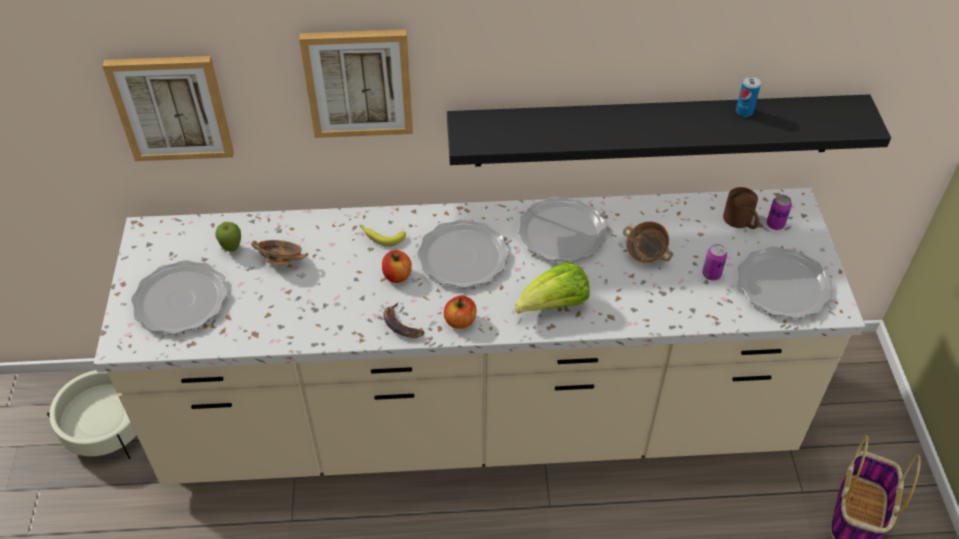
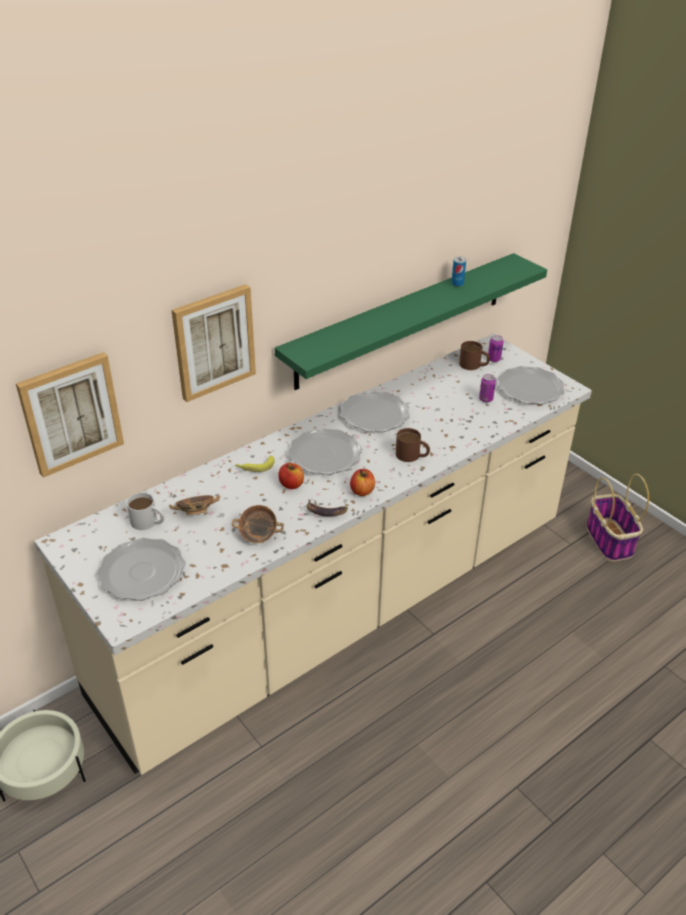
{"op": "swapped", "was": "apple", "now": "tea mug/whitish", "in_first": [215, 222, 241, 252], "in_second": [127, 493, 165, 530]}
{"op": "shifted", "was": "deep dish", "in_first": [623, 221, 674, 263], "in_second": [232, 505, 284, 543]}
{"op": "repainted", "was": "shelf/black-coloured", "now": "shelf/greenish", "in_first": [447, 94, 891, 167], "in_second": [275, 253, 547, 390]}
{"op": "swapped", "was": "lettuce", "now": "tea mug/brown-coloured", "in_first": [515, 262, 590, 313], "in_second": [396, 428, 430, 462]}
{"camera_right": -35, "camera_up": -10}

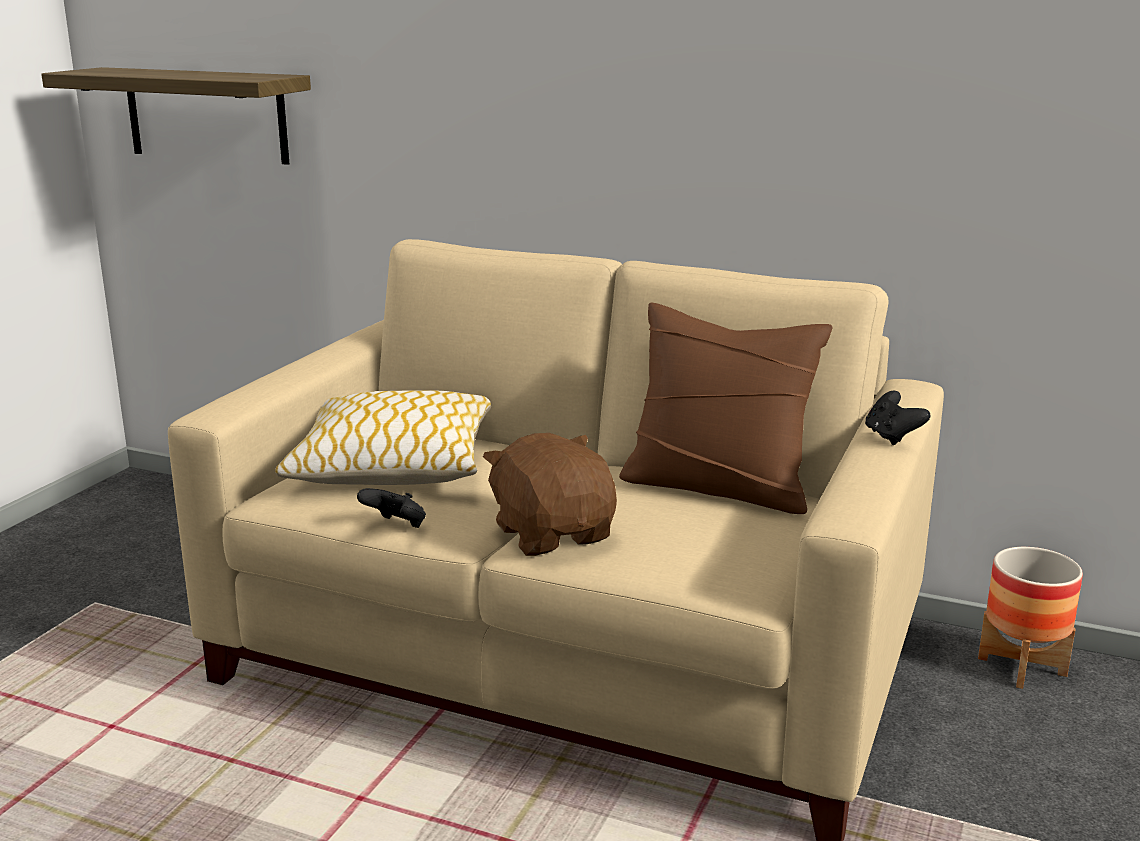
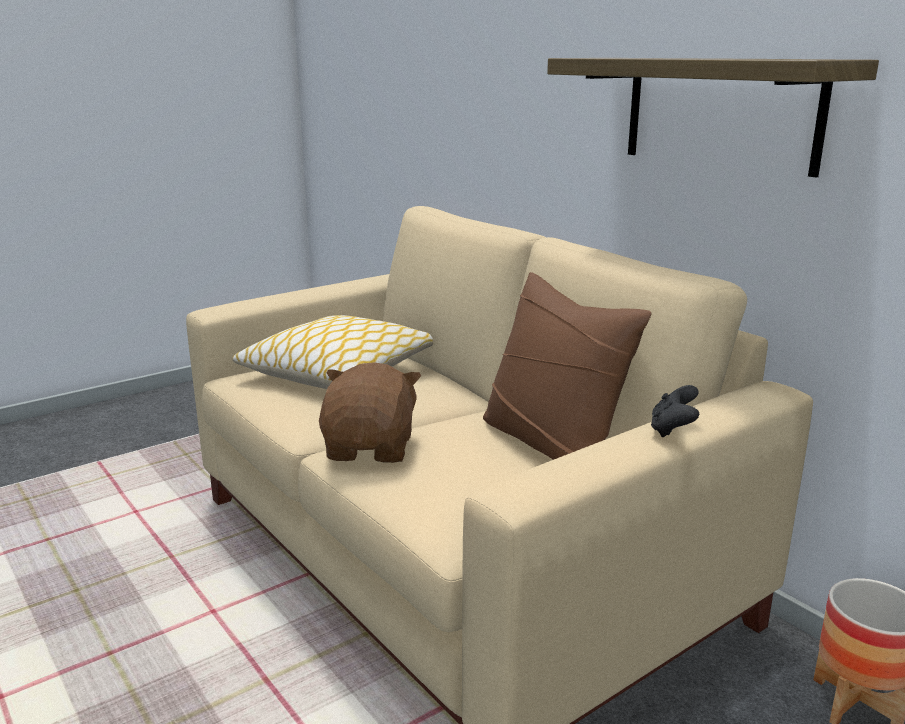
{"op": "shifted", "was": "shelf", "in_first": [41, 67, 311, 165], "in_second": [547, 58, 879, 178]}
{"op": "gone", "was": "gamepad/black-coloured", "in_first": [357, 488, 426, 528]}
{"camera_right": 30, "camera_up": 0}

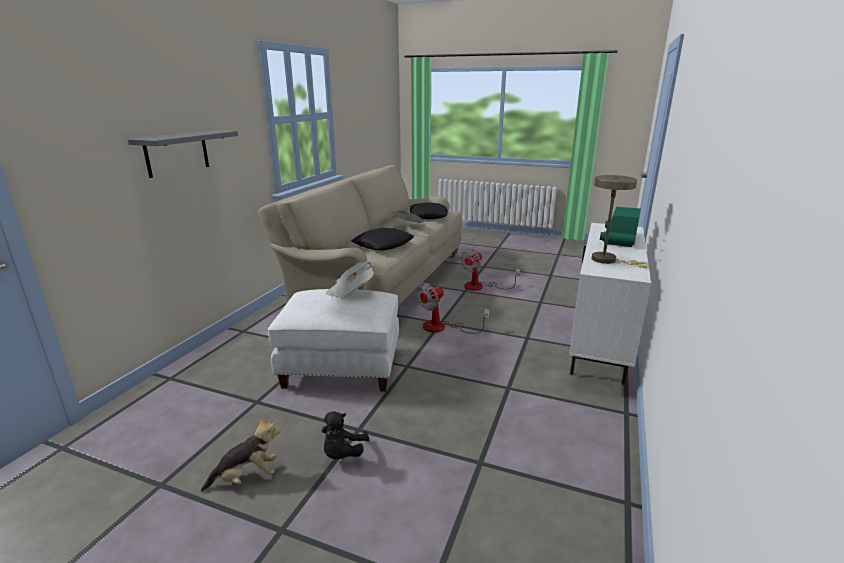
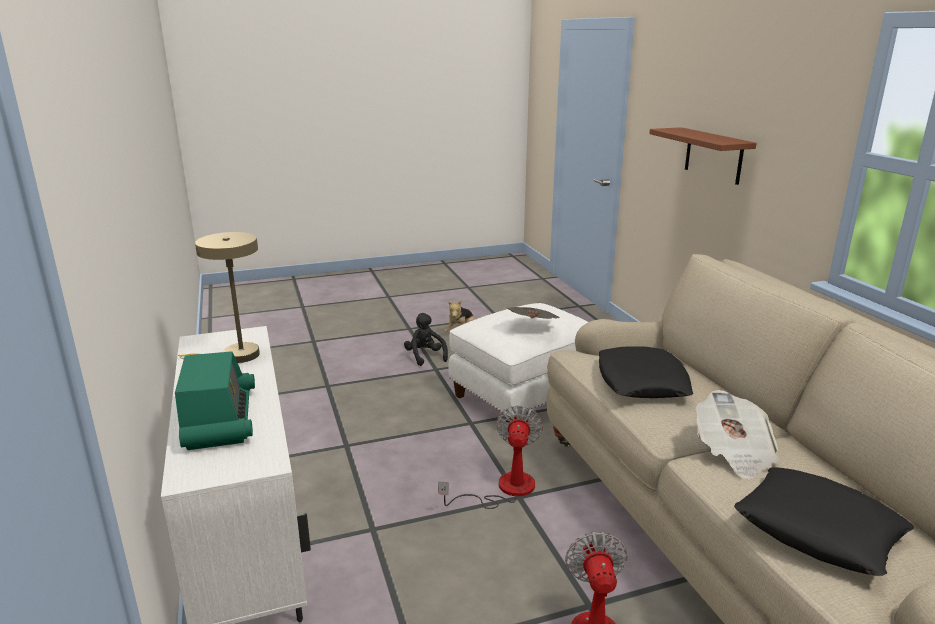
{"op": "repainted", "was": "shelf/gray", "now": "shelf/brown-coloured", "in_first": [128, 130, 238, 178], "in_second": [649, 127, 757, 185]}
{"camera_right": 140, "camera_up": 0}

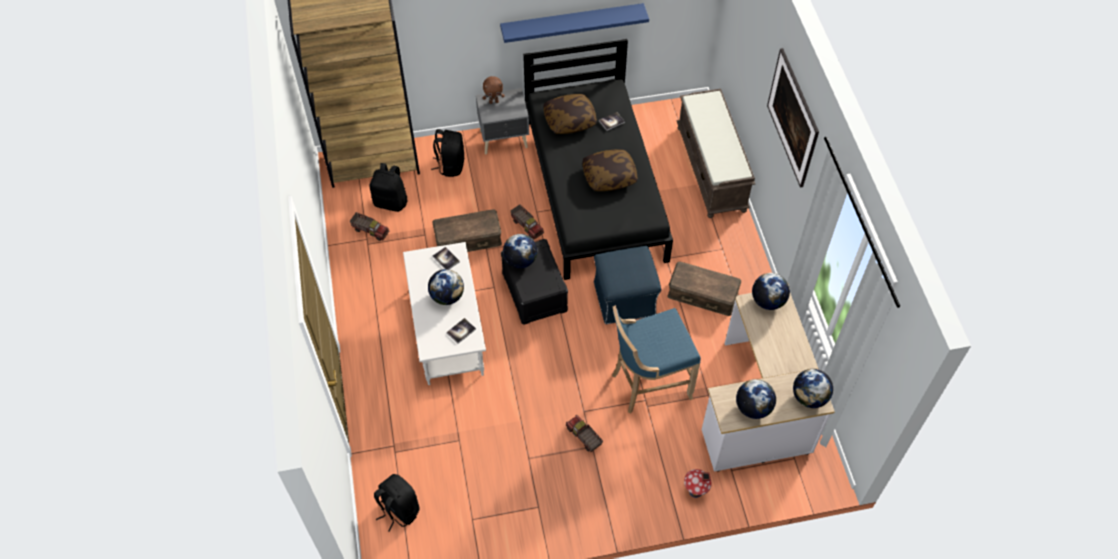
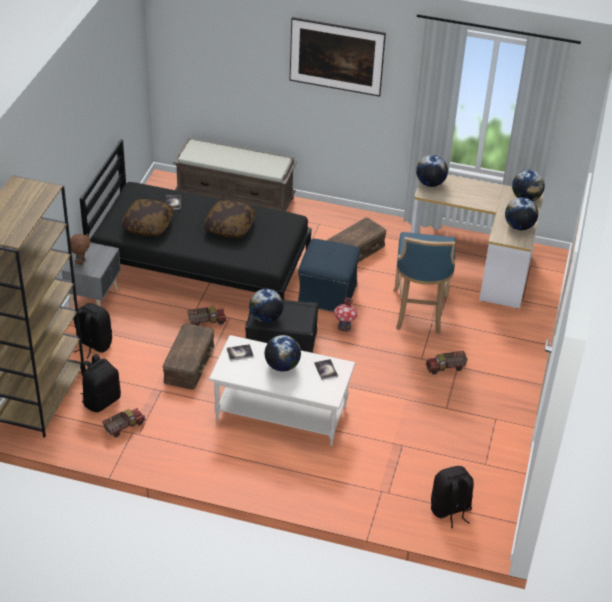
{"op": "shifted", "was": "toy house", "in_first": [684, 469, 712, 498], "in_second": [334, 298, 358, 332]}
{"op": "gone", "was": "shelf/blue-coloured", "in_first": [500, 3, 649, 43]}
{"camera_right": -65, "camera_up": -15}

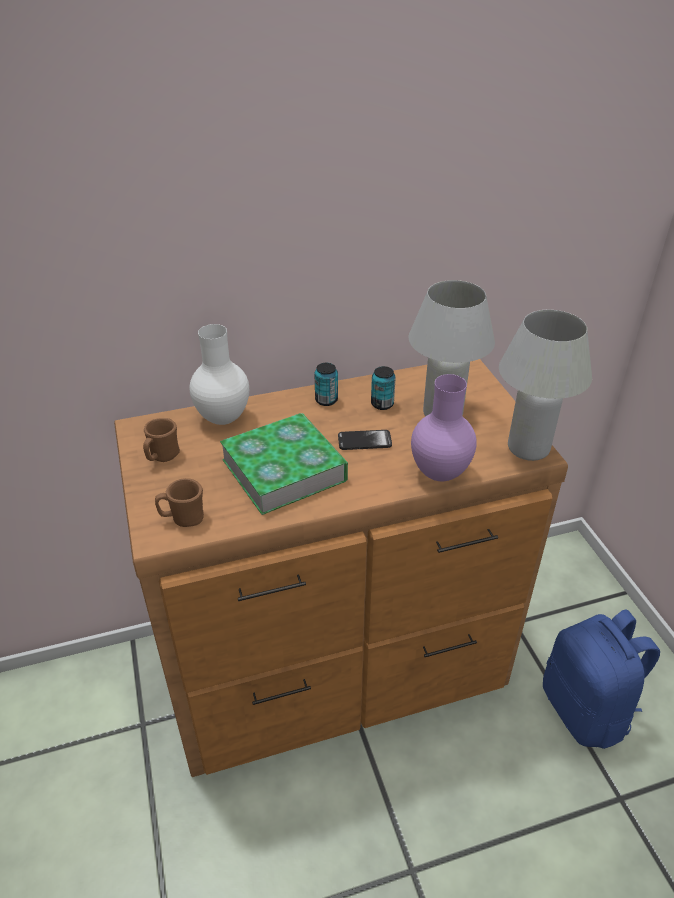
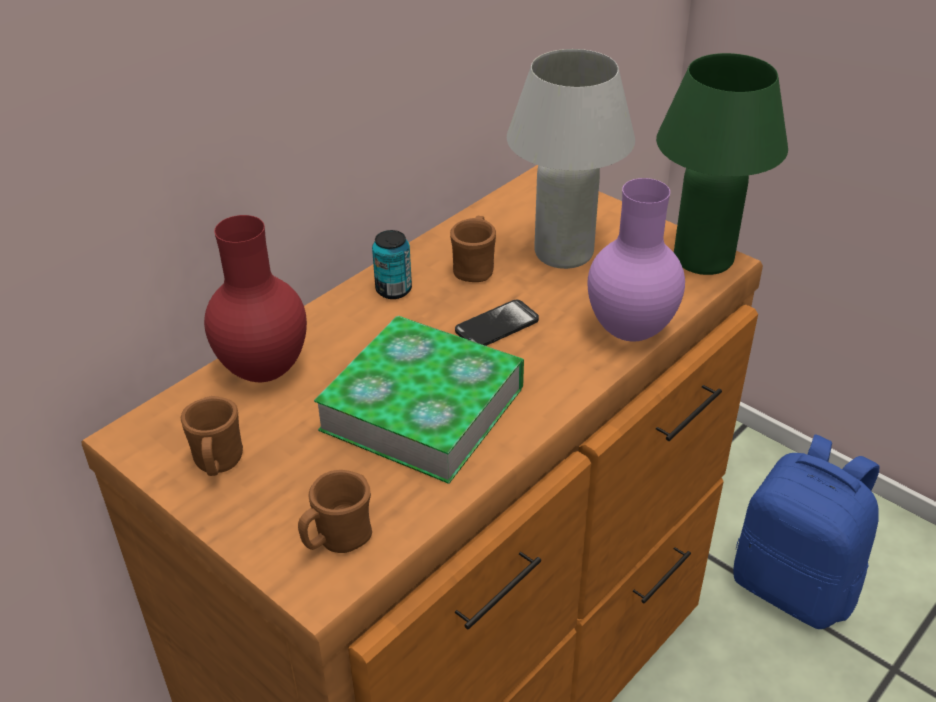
{"op": "repainted", "was": "vase/whitish", "now": "vase/red", "in_first": [189, 324, 249, 425], "in_second": [204, 215, 307, 382]}
{"op": "swapped", "was": "sealed can", "now": "tea mug/brown-coloured", "in_first": [371, 366, 396, 410], "in_second": [450, 216, 496, 282]}
{"op": "repainted", "was": "lamp for a table/whitish", "now": "lamp for a table/greenish", "in_first": [499, 310, 592, 461], "in_second": [656, 53, 788, 275]}
{"camera_right": -30, "camera_up": 0}

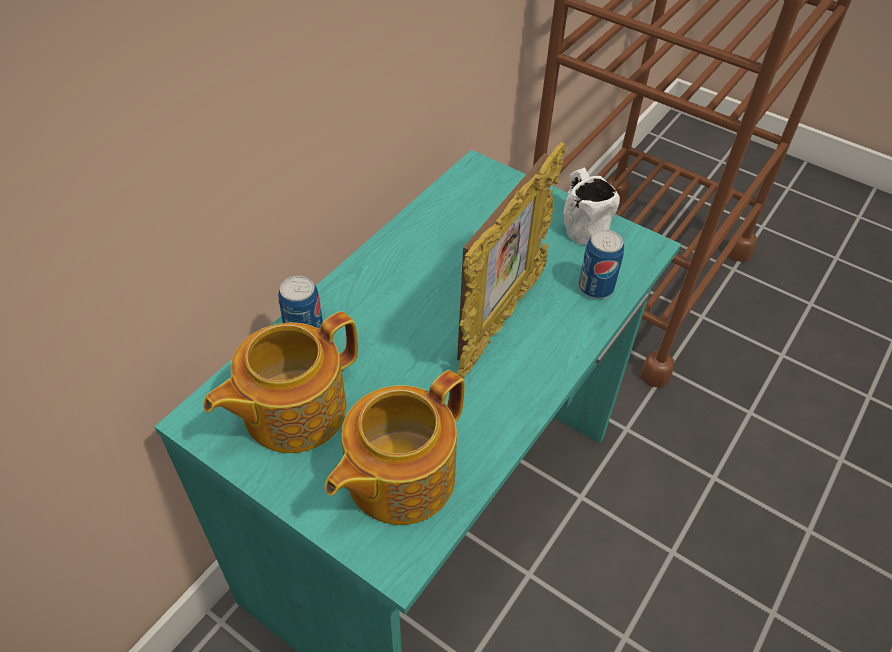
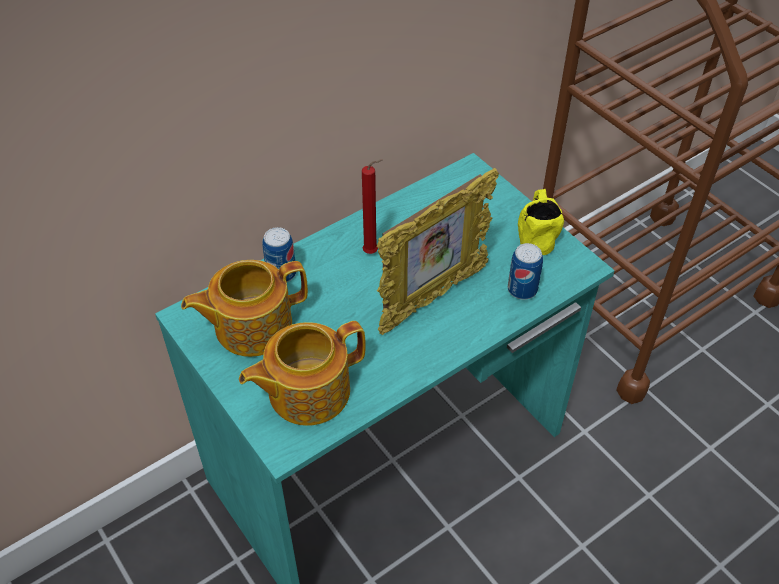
{"op": "new", "now": "wax light/red", "in_second": [362, 159, 382, 254]}
{"op": "repainted", "was": "tea mug/whitish", "now": "tea mug/yellowish", "in_first": [564, 167, 620, 245], "in_second": [518, 189, 564, 255]}
{"camera_right": 20, "camera_up": 0}

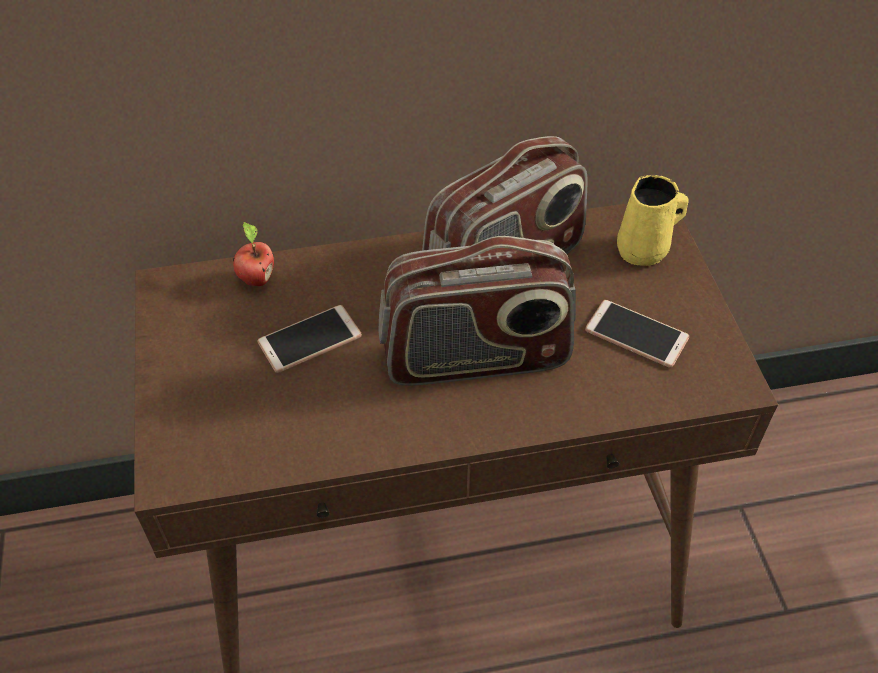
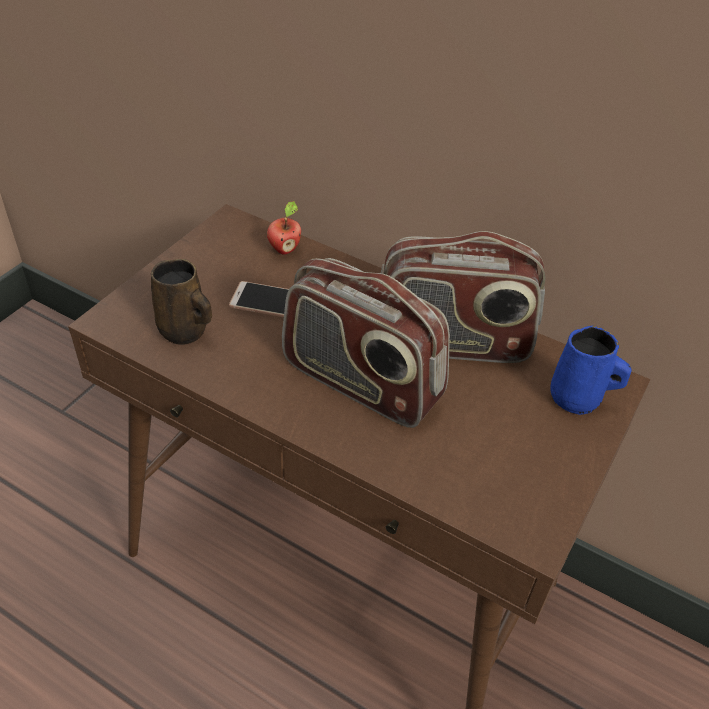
{"op": "new", "now": "tea mug/brown-coloured", "in_second": [151, 259, 212, 345]}
{"op": "repainted", "was": "tea mug/yellowish", "now": "tea mug/blue-coloured", "in_first": [617, 175, 689, 266], "in_second": [550, 326, 631, 415]}
{"op": "gone", "was": "handset", "in_first": [585, 300, 689, 368]}
{"camera_right": 40, "camera_up": -5}

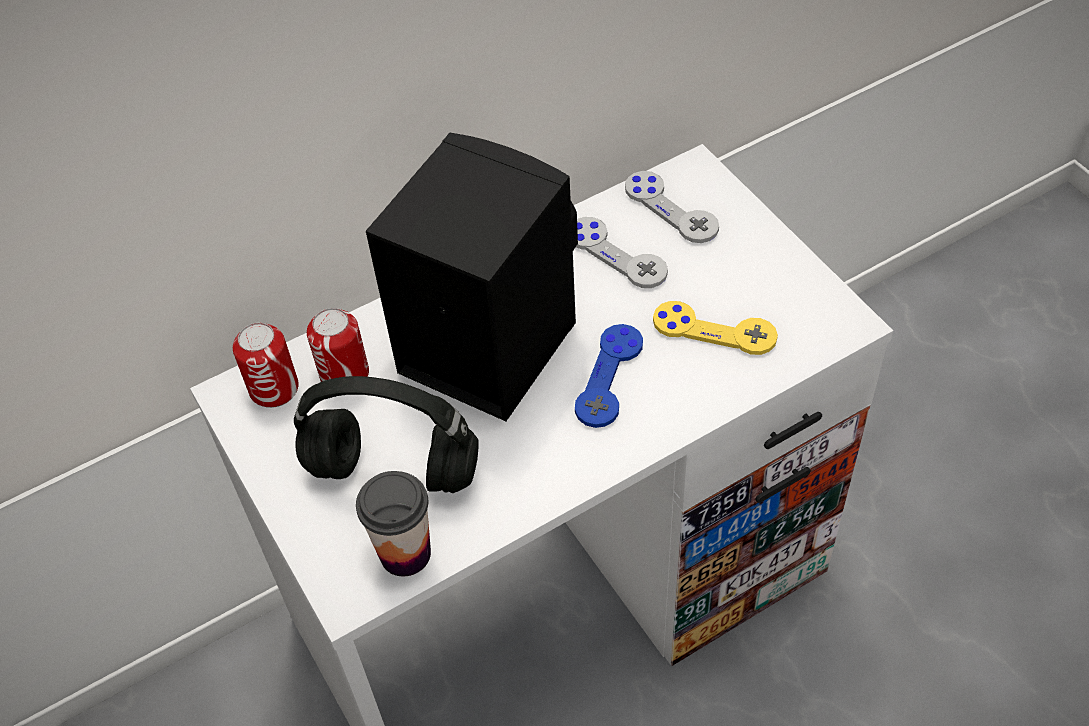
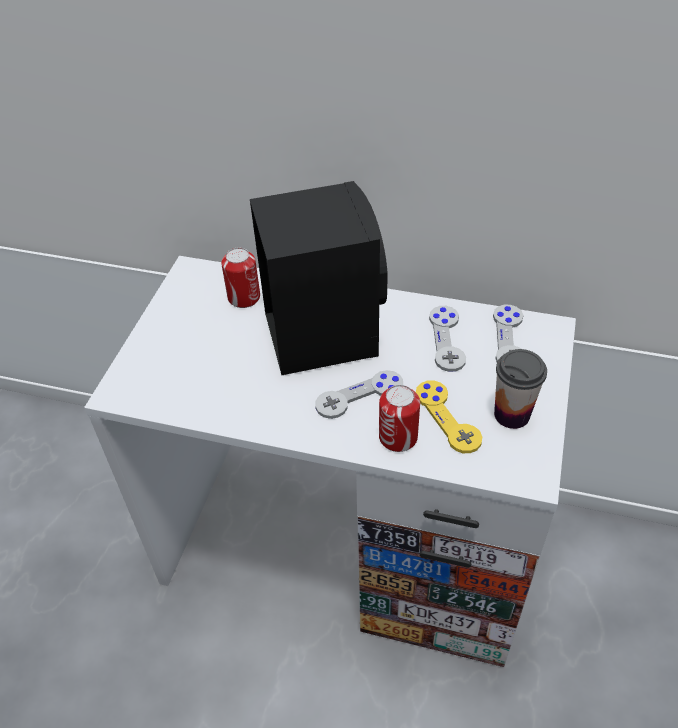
{"op": "repainted", "was": "gamepad/blue-coloured", "now": "gamepad/gray", "in_first": [575, 324, 643, 428], "in_second": [315, 370, 403, 419]}
{"op": "shifted", "was": "sealed can", "in_first": [233, 323, 299, 408], "in_second": [379, 385, 420, 452]}
{"op": "shifted", "was": "cup", "in_first": [356, 471, 431, 577], "in_second": [494, 349, 547, 429]}
{"op": "gone", "was": "headset/black-coloured", "in_first": [294, 376, 479, 493]}
{"camera_right": 45, "camera_up": -5}

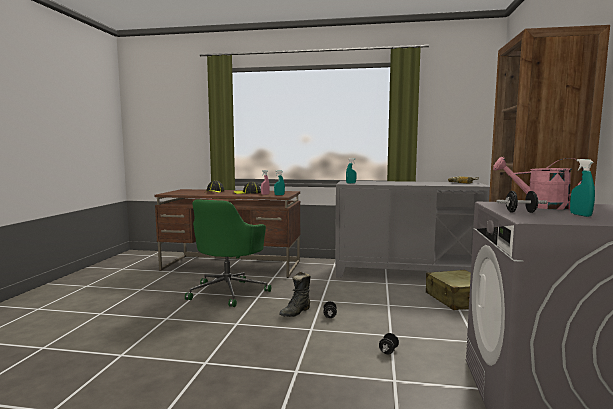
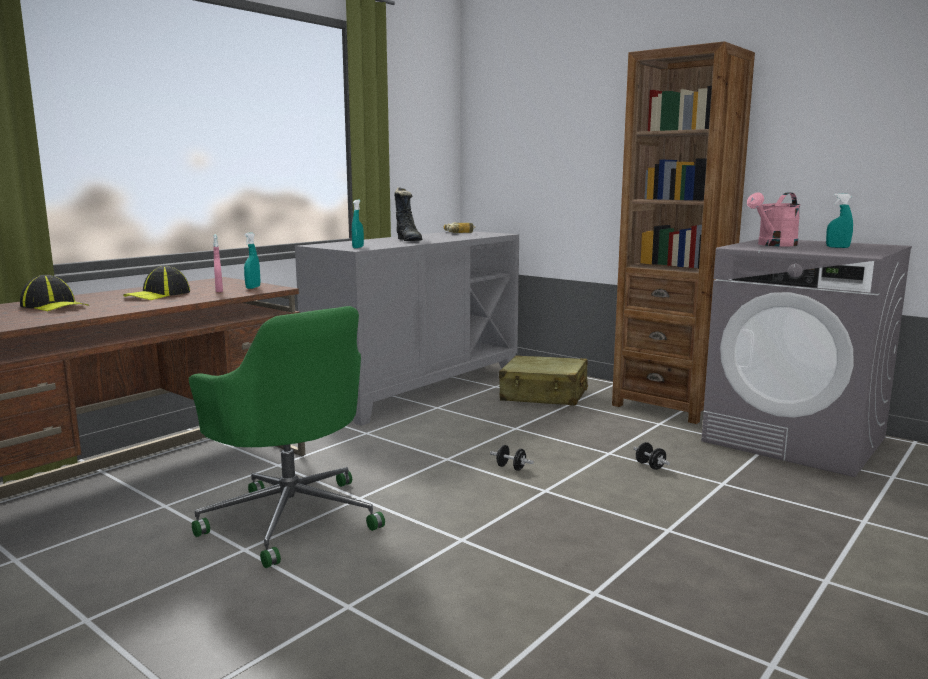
{"op": "shifted", "was": "high-top boot/black-coloured", "in_first": [279, 271, 311, 317], "in_second": [394, 187, 423, 241]}
{"op": "gone", "was": "hand weight/black-coloured", "in_first": [497, 191, 547, 213]}
{"camera_right": -60, "camera_up": 5}

